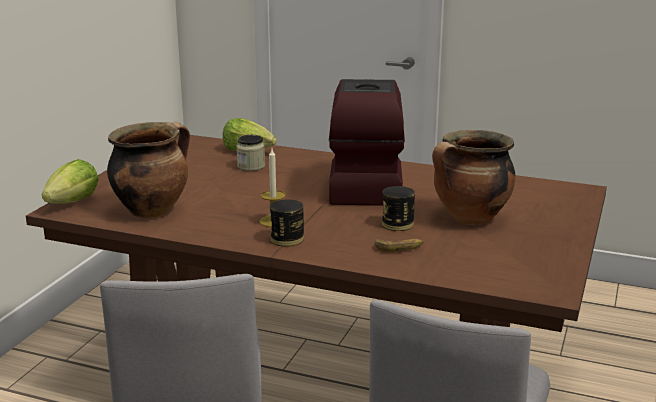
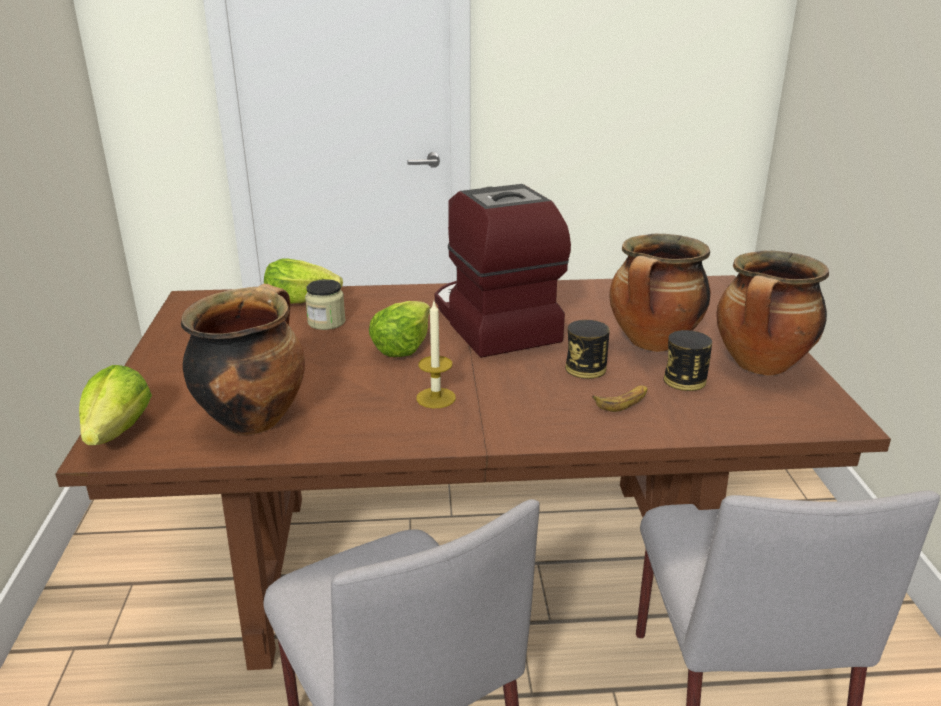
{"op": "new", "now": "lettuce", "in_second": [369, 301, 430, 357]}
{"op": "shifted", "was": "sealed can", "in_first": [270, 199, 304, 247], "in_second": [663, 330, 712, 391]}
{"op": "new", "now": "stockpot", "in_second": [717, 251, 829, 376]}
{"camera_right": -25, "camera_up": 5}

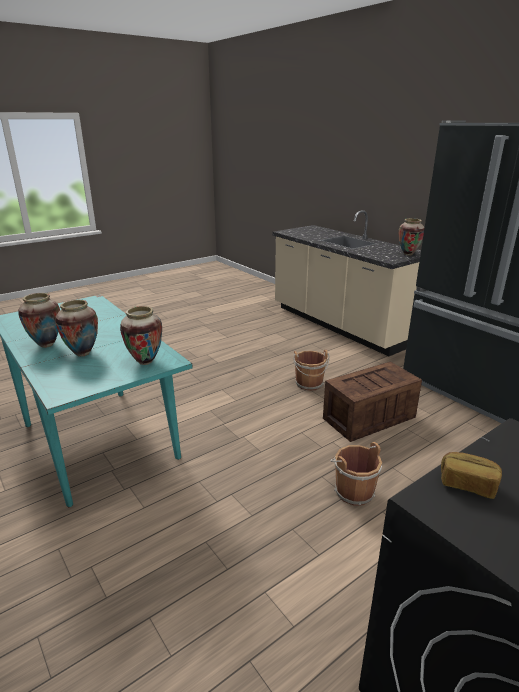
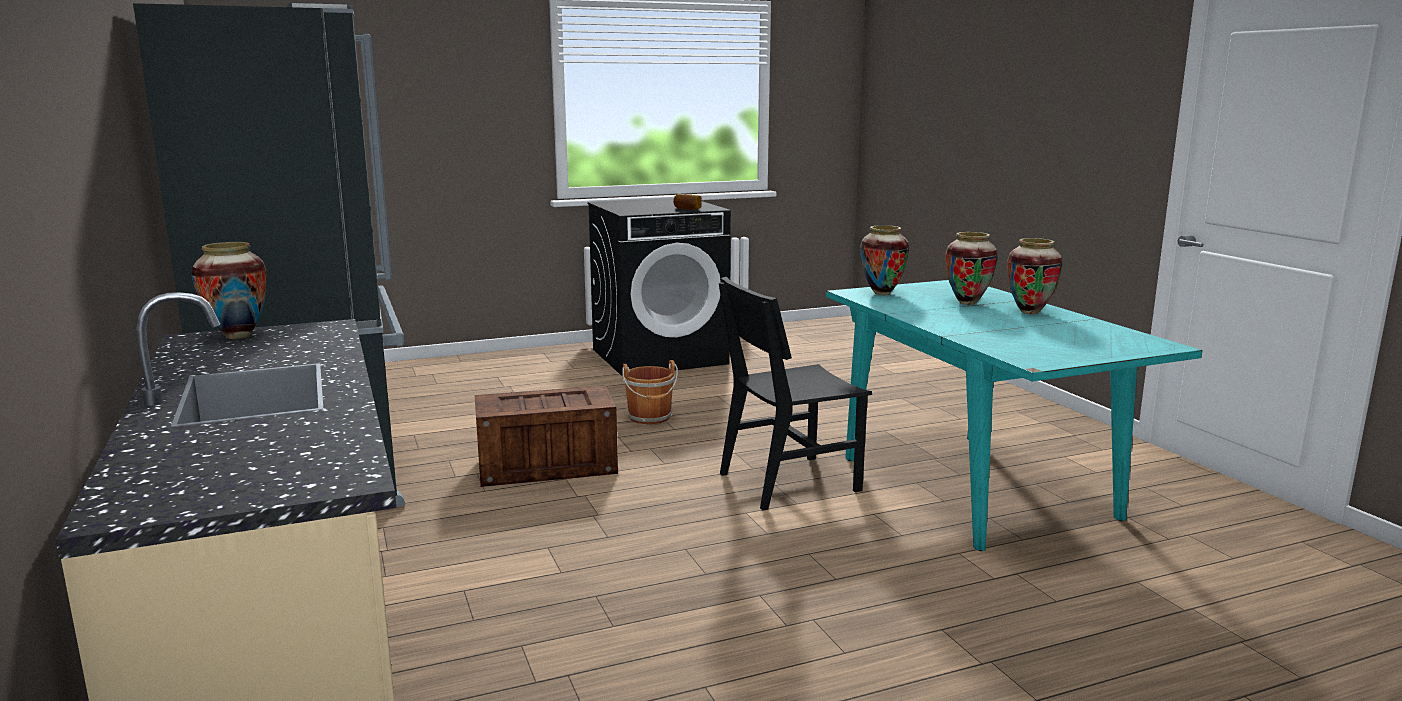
{"op": "new", "now": "chair/black-coloured", "in_second": [719, 277, 872, 511]}
{"op": "gone", "was": "bucket/brown-coloured", "in_first": [293, 350, 329, 391]}
{"camera_right": -165, "camera_up": -10}

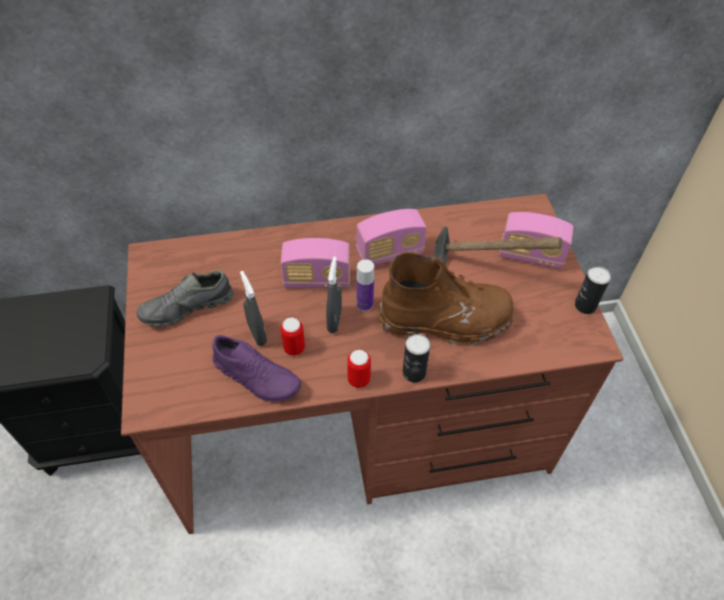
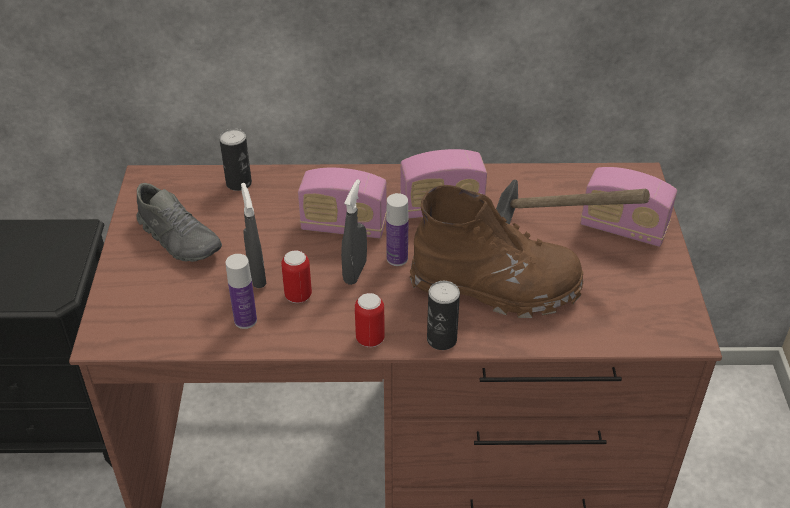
{"op": "rotated", "was": "item of footwear/gray", "in_first": [137, 270, 233, 327], "in_second": [137, 183, 222, 262], "clockwise": -120}
{"op": "shifted", "was": "sealed can", "in_first": [575, 266, 611, 314], "in_second": [219, 128, 252, 191]}
{"op": "swapped", "was": "item of footwear/purple", "now": "bottle", "in_first": [212, 335, 301, 402], "in_second": [225, 254, 257, 329]}
{"camera_right": 10, "camera_up": -10}

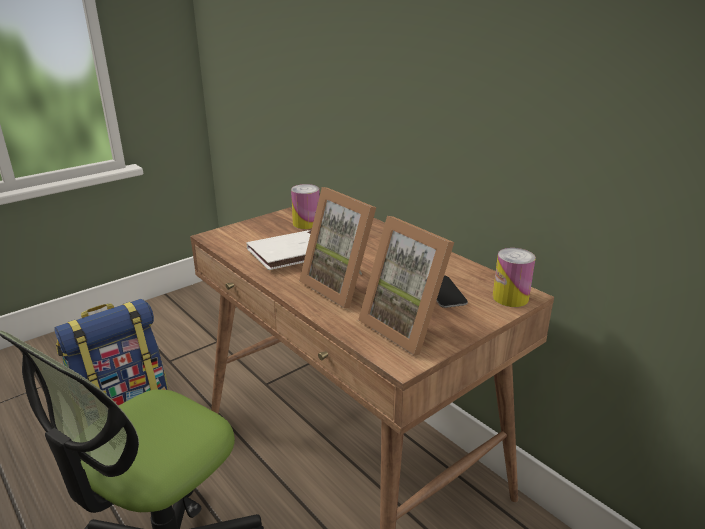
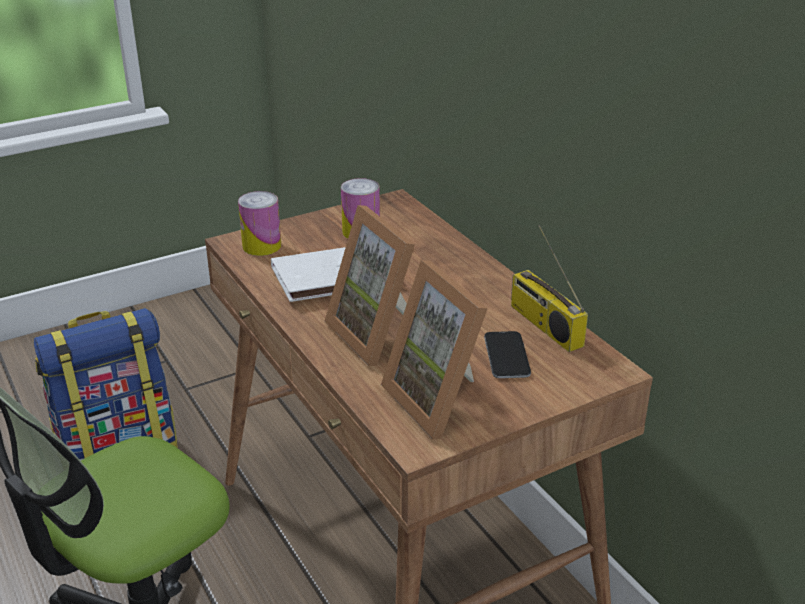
{"op": "shifted", "was": "sealed can", "in_first": [493, 248, 536, 307], "in_second": [238, 191, 281, 256]}
{"op": "new", "now": "radio set", "in_second": [511, 225, 588, 352]}
{"camera_right": 10, "camera_up": 5}

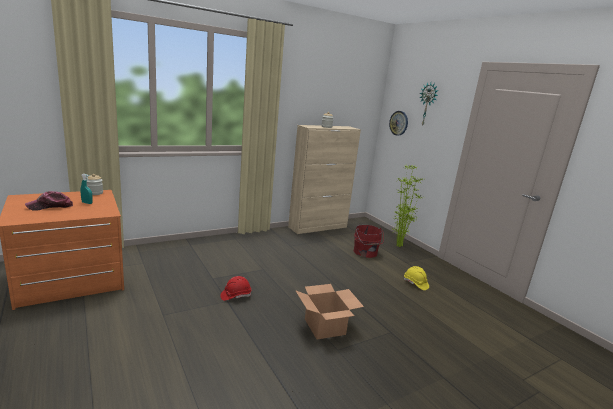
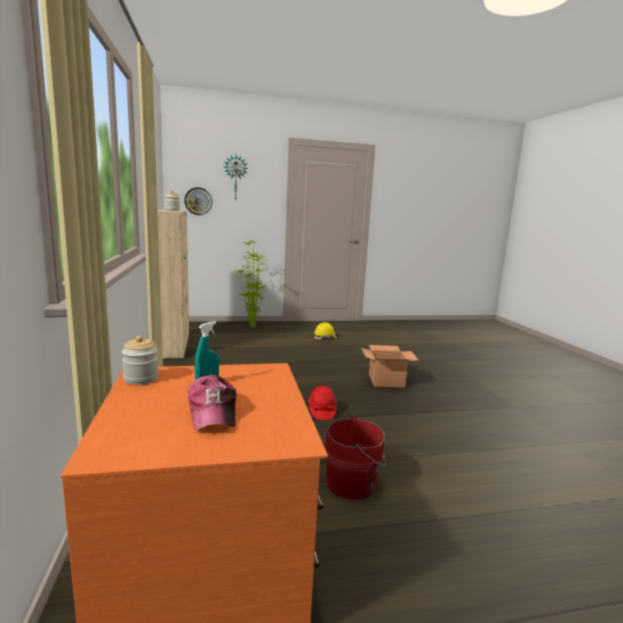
{"op": "shifted", "was": "bucket/red", "in_first": [354, 225, 384, 258], "in_second": [325, 416, 386, 499]}
{"camera_right": -70, "camera_up": -5}

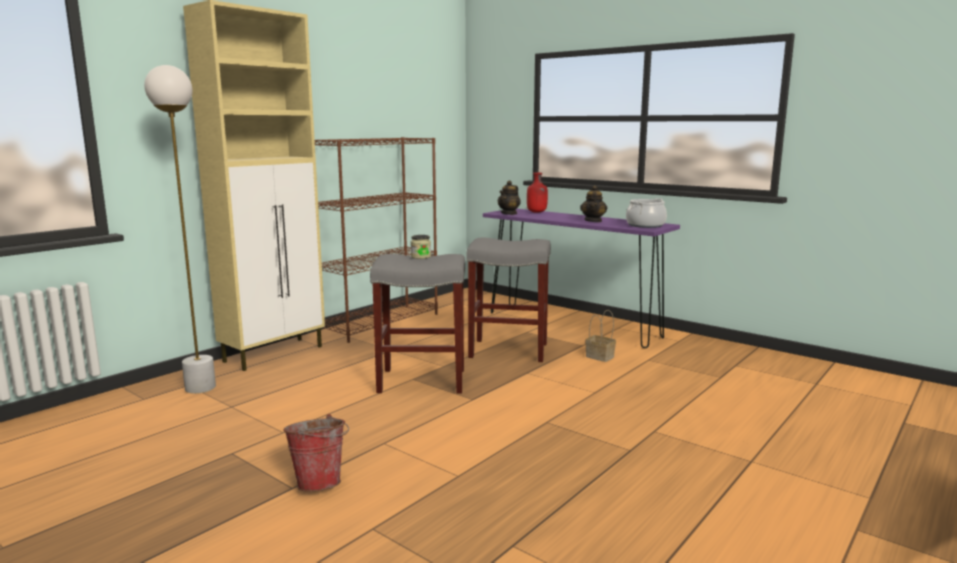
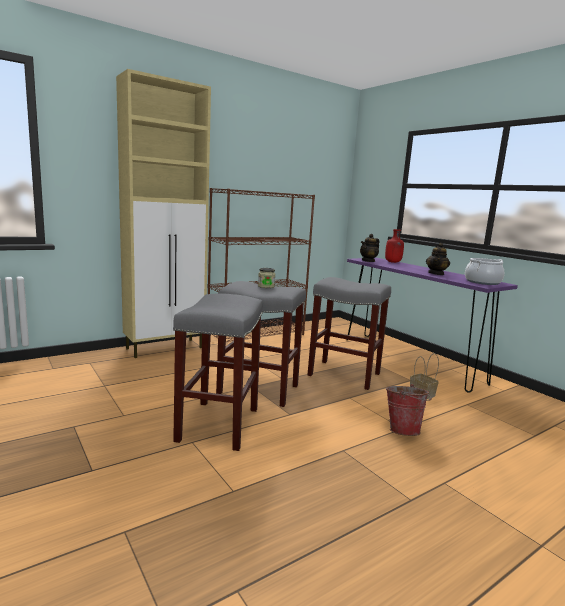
{"op": "new", "now": "sitting stool/gray", "in_second": [173, 293, 263, 451]}
{"op": "shifted", "was": "bucket", "in_first": [283, 414, 349, 492], "in_second": [386, 384, 432, 436]}
{"op": "gone", "was": "standard lamp/whitish", "in_first": [144, 65, 216, 394]}
{"camera_right": 15, "camera_up": 0}

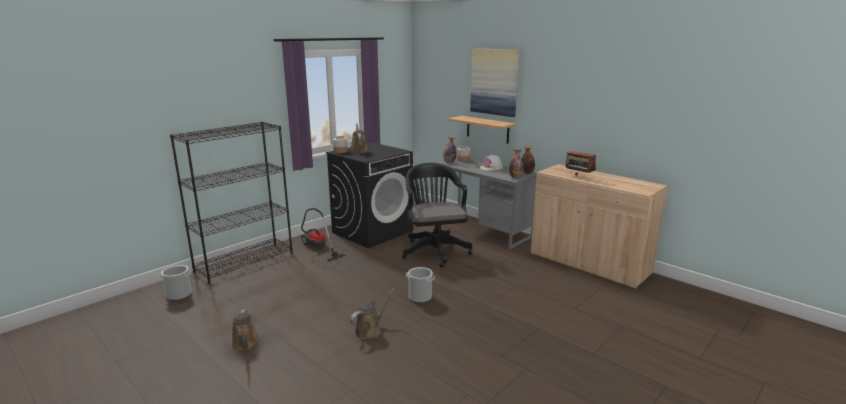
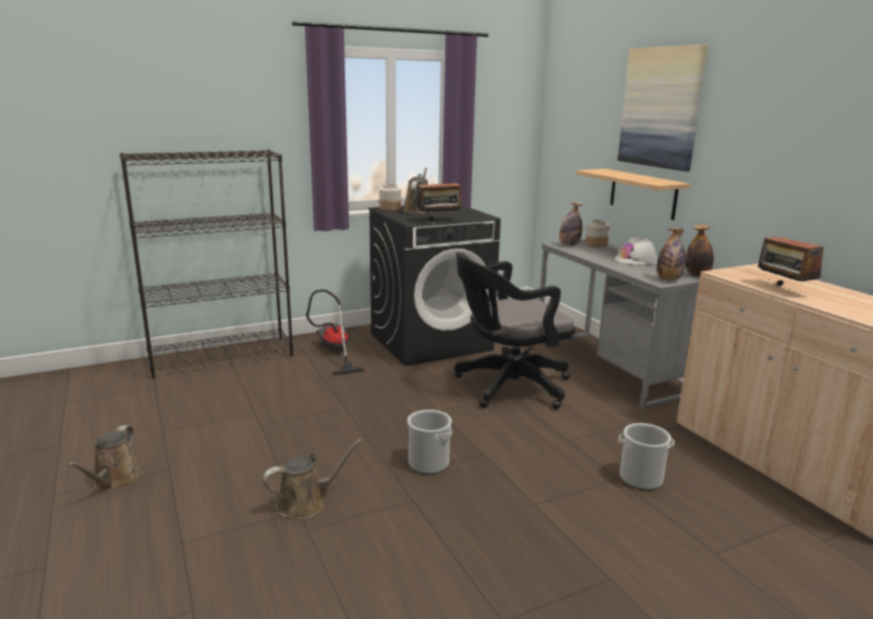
{"op": "new", "now": "radio set", "in_second": [417, 175, 464, 220]}
{"op": "rotated", "was": "desk chair/black-coloured", "in_first": [402, 163, 473, 267], "in_second": [454, 252, 575, 409], "clockwise": -120}
{"op": "shifted", "was": "bucket", "in_first": [159, 265, 192, 300], "in_second": [619, 423, 675, 490]}
{"camera_right": 20, "camera_up": 0}

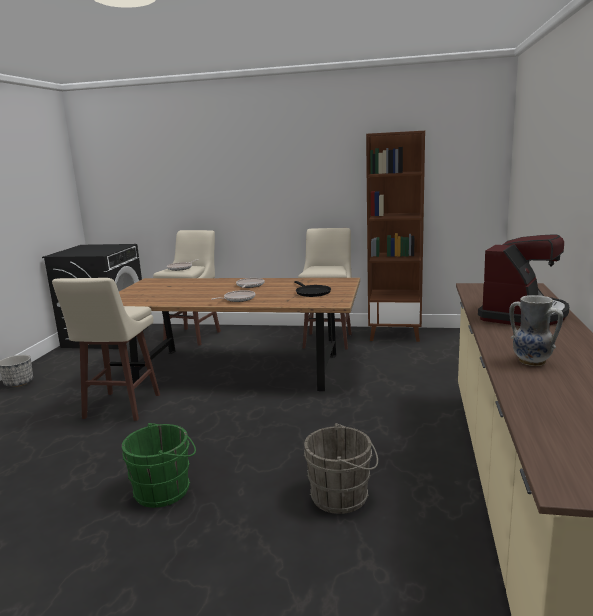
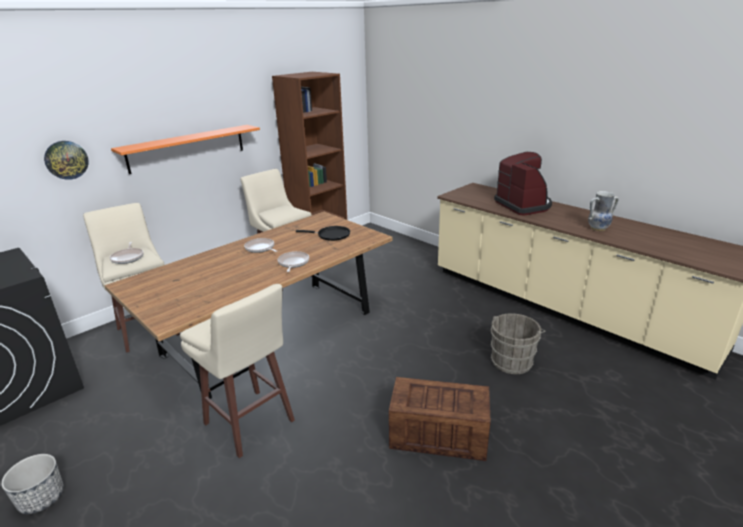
{"op": "new", "now": "wall clock", "in_second": [44, 141, 89, 180]}
{"op": "new", "now": "shelf/orange", "in_second": [111, 125, 260, 174]}
{"op": "swapped", "was": "bucket/greenish", "now": "packing crate", "in_first": [122, 423, 196, 508], "in_second": [389, 377, 491, 461]}
{"camera_right": -55, "camera_up": 10}

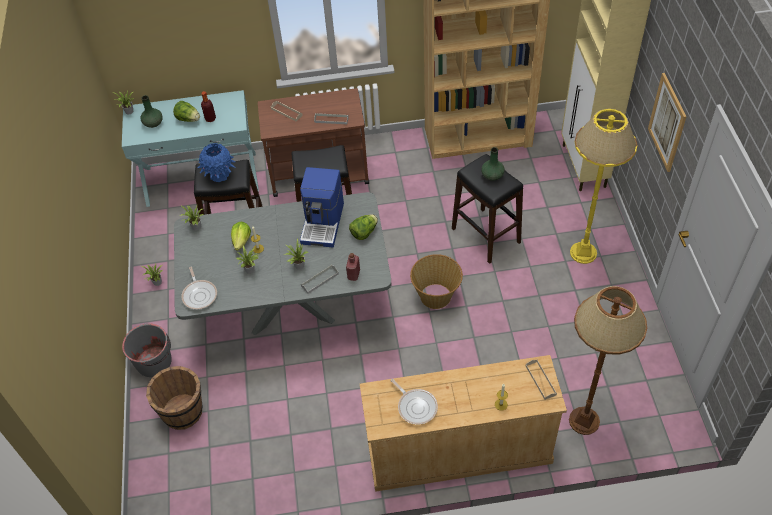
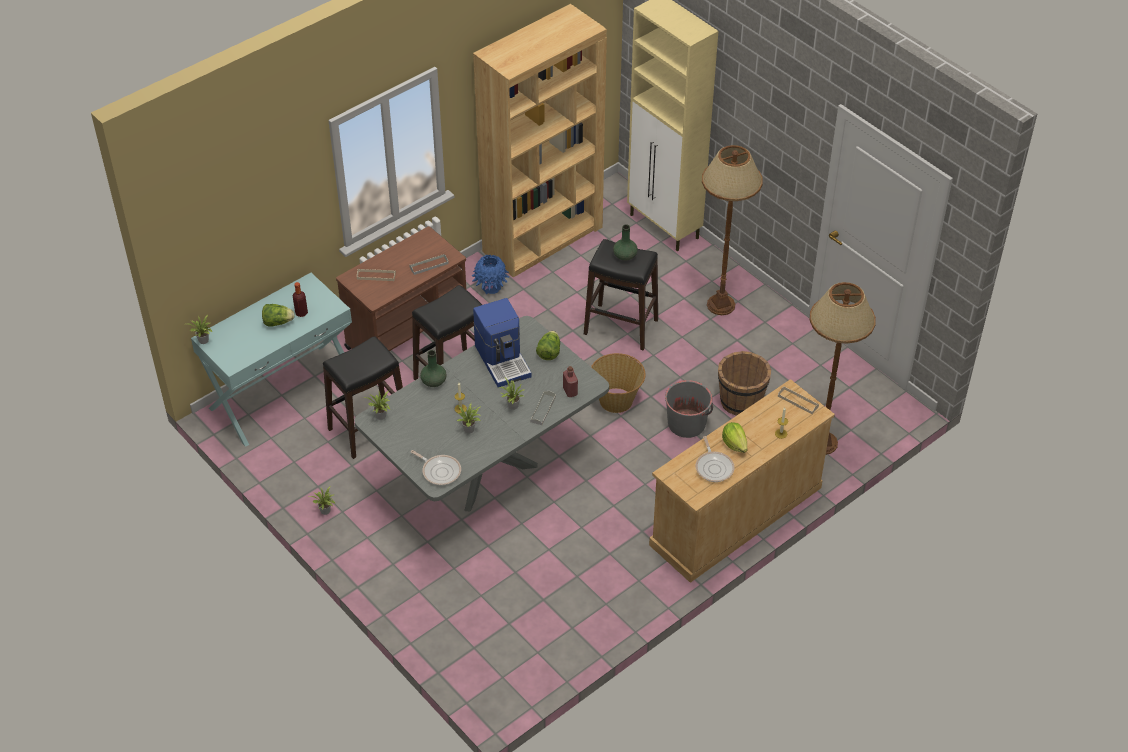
{"op": "shifted", "was": "vase/greenish", "in_first": [140, 95, 163, 128], "in_second": [420, 350, 447, 387]}
{"op": "shifted", "was": "vase/blue-coloured", "in_first": [198, 143, 236, 182], "in_second": [472, 255, 510, 294]}
{"op": "shifted", "was": "bucket/gray", "in_first": [122, 323, 172, 377], "in_second": [665, 380, 713, 438]}
{"op": "rotated", "was": "pan", "in_first": [391, 379, 438, 424], "in_second": [696, 436, 735, 482], "clockwise": 60}
{"op": "repainted", "was": "standard lamp/yellowish", "now": "standard lamp/brown-coloured", "in_first": [570, 109, 637, 264], "in_second": [702, 145, 763, 315]}
{"op": "shifted", "was": "bucket/brown-coloured", "in_first": [146, 366, 202, 430], "in_second": [718, 351, 771, 416]}
{"op": "shifted", "was": "lettuce", "in_first": [231, 222, 251, 251], "in_second": [722, 422, 747, 453]}
{"op": "gone", "was": "picture", "in_first": [648, 73, 687, 172]}
{"camera_right": -35, "camera_up": -5}

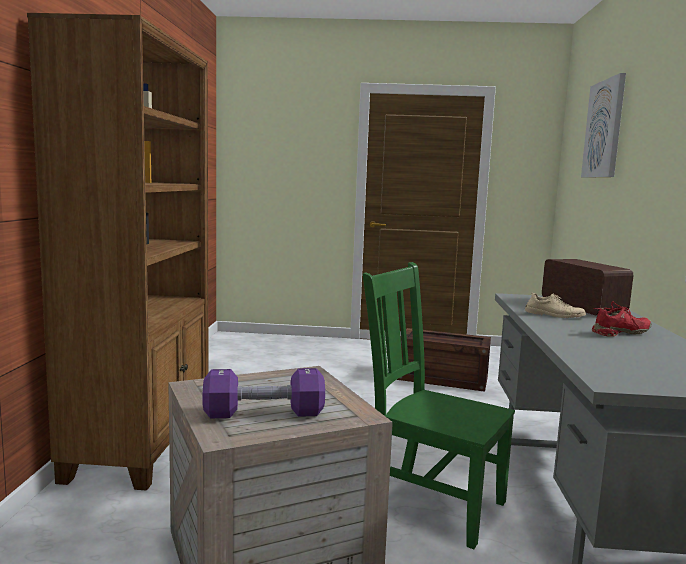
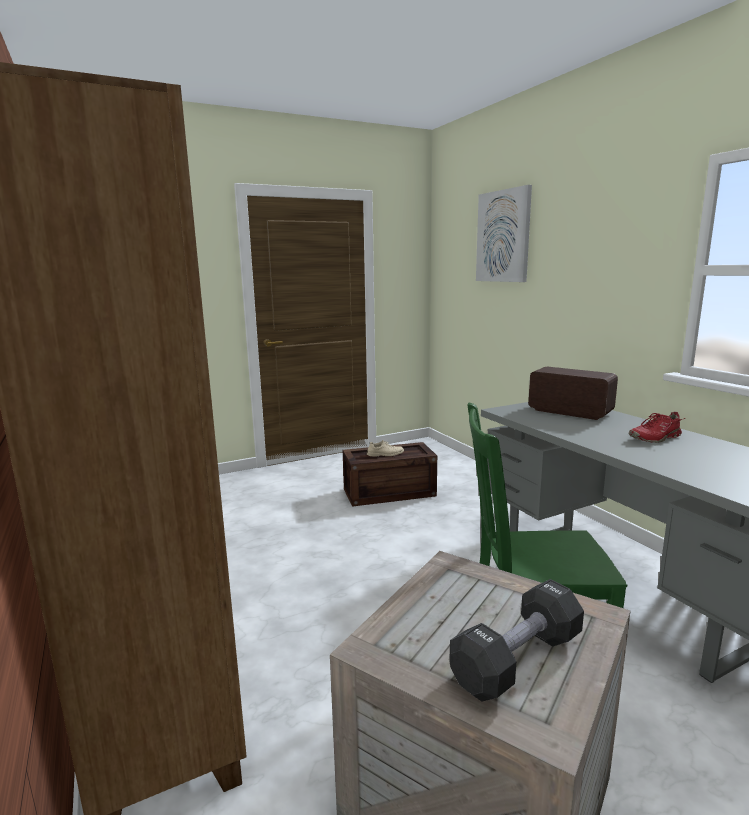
{"op": "shifted", "was": "item of footwear/beige", "in_first": [525, 292, 586, 318], "in_second": [367, 440, 404, 457]}
{"op": "repainted", "was": "hand weight/purple", "now": "hand weight/black-coloured", "in_first": [203, 368, 325, 418], "in_second": [449, 579, 584, 701]}
{"op": "rotated", "was": "item of footwear/red", "in_first": [592, 301, 652, 337], "in_second": [629, 411, 686, 443], "clockwise": -150}
{"camera_right": -30, "camera_up": 5}

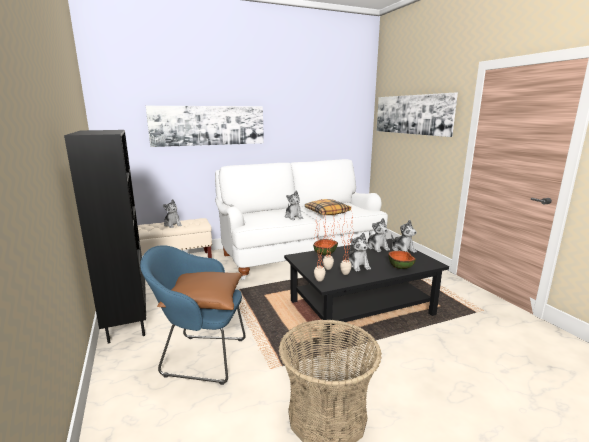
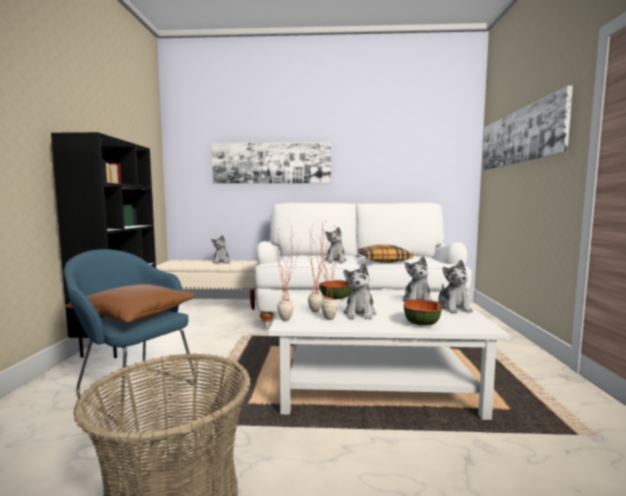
{"op": "repainted", "was": "coffee table/black-coloured", "now": "coffee table/whitish", "in_first": [284, 239, 449, 344], "in_second": [269, 294, 510, 420]}
{"camera_right": 25, "camera_up": -10}

